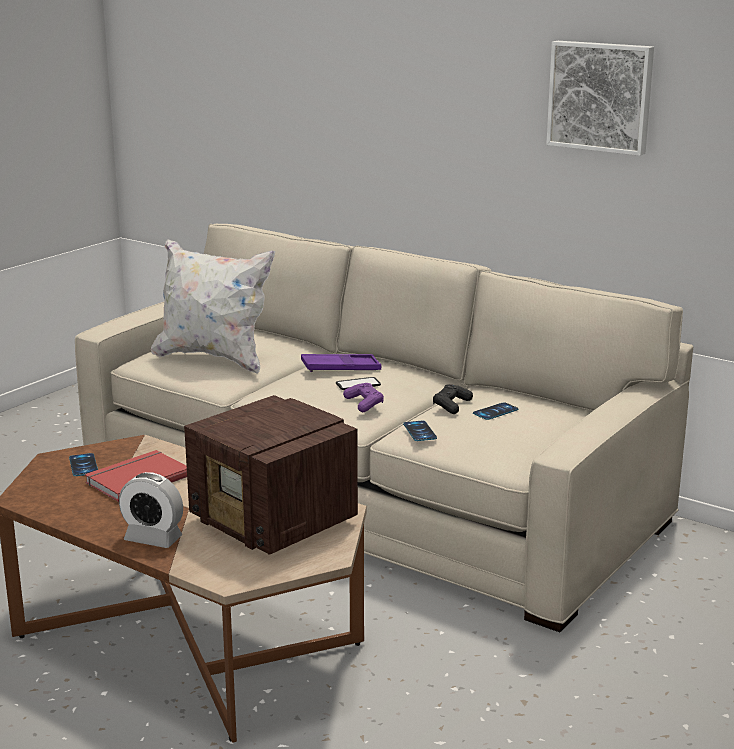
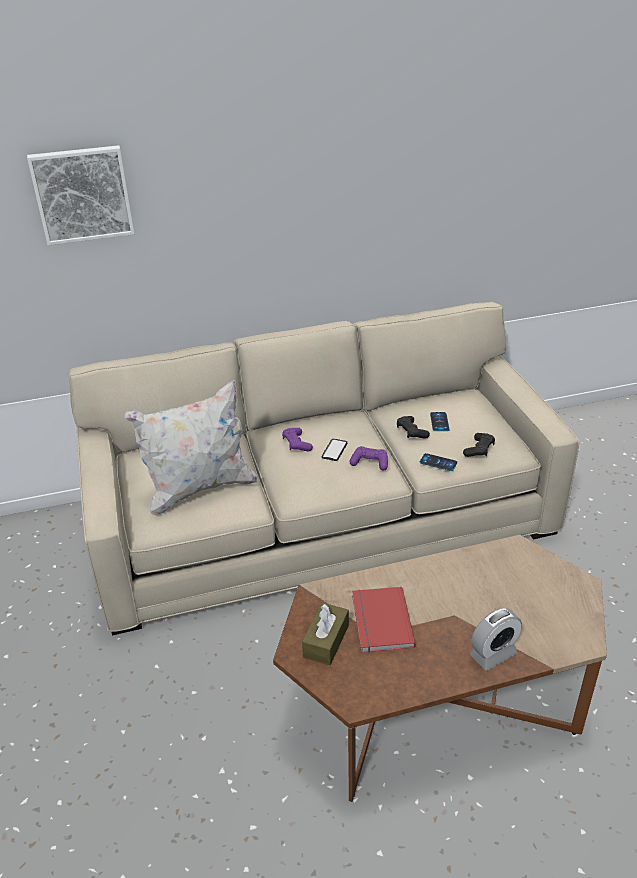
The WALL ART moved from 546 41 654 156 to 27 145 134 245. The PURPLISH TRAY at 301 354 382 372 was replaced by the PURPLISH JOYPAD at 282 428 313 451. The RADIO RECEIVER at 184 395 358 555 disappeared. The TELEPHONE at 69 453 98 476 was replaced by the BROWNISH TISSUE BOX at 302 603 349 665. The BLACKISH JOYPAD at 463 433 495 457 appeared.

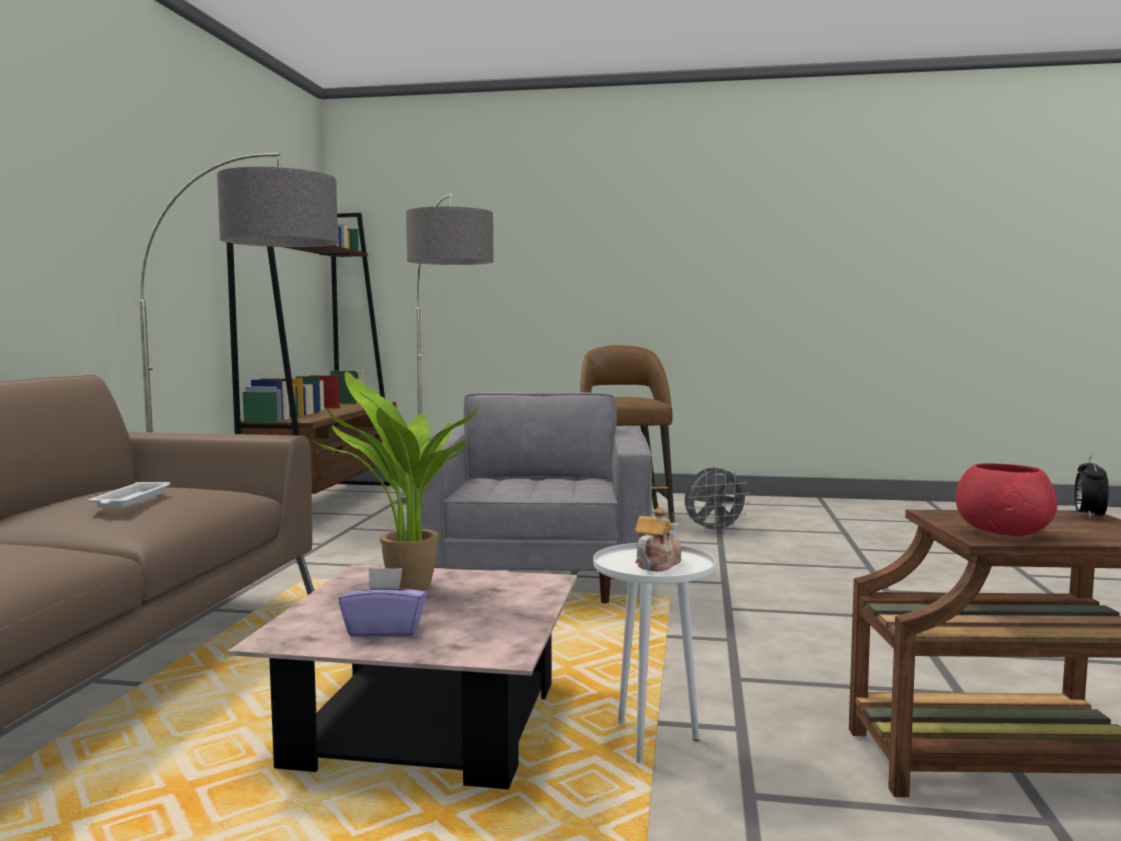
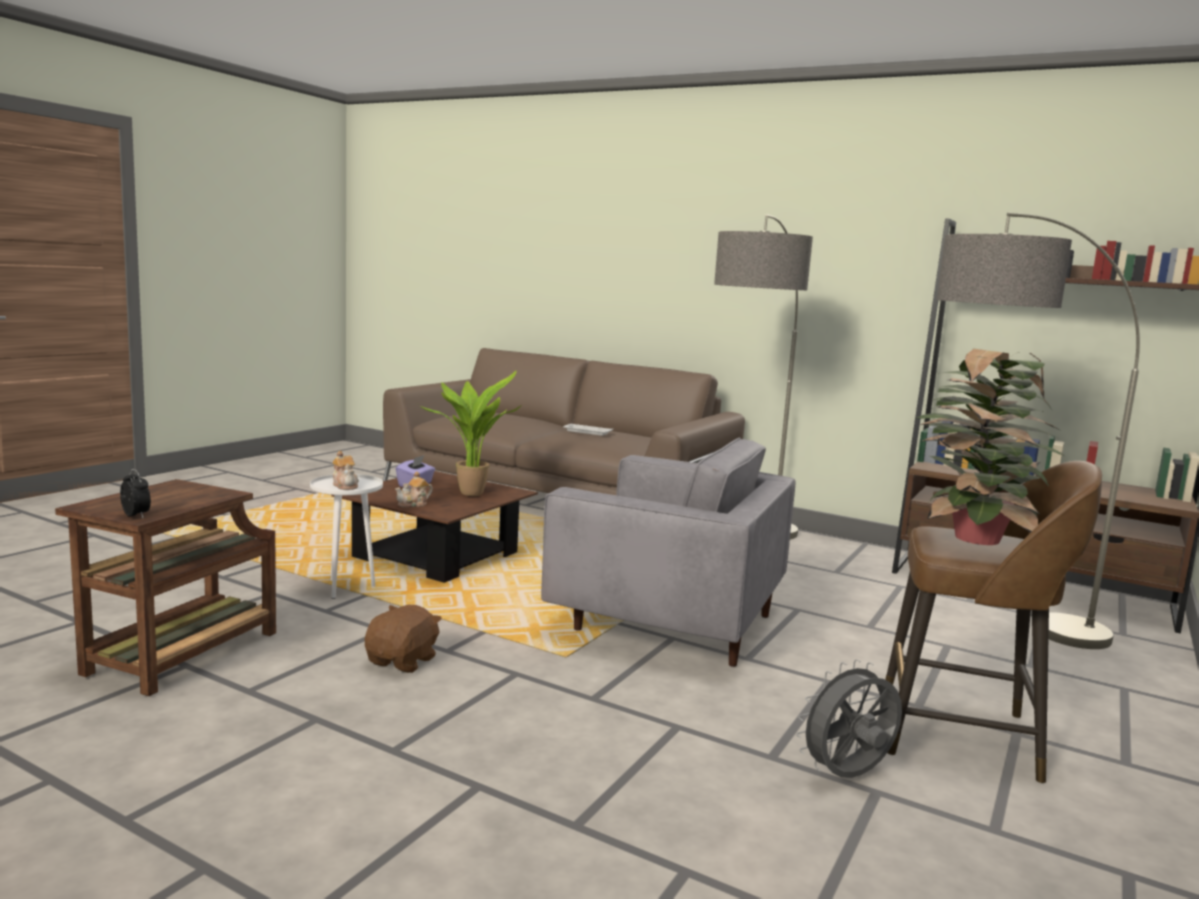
The REDDISH DEEP DISH at 955 463 1058 536 disappeared. The GREY FAN at 685 465 750 534 turned 60 degrees clockwise. The PINKISH LOUNGE TABLE at 228 564 577 789 became the BROWNISH LOUNGE TABLE at 331 471 538 583. The PLANT IN A POT at 917 349 1066 545 appeared. The TEA POT at 395 472 433 508 appeared. The BROWNISH CUDDLY TOY at 365 604 442 673 appeared.

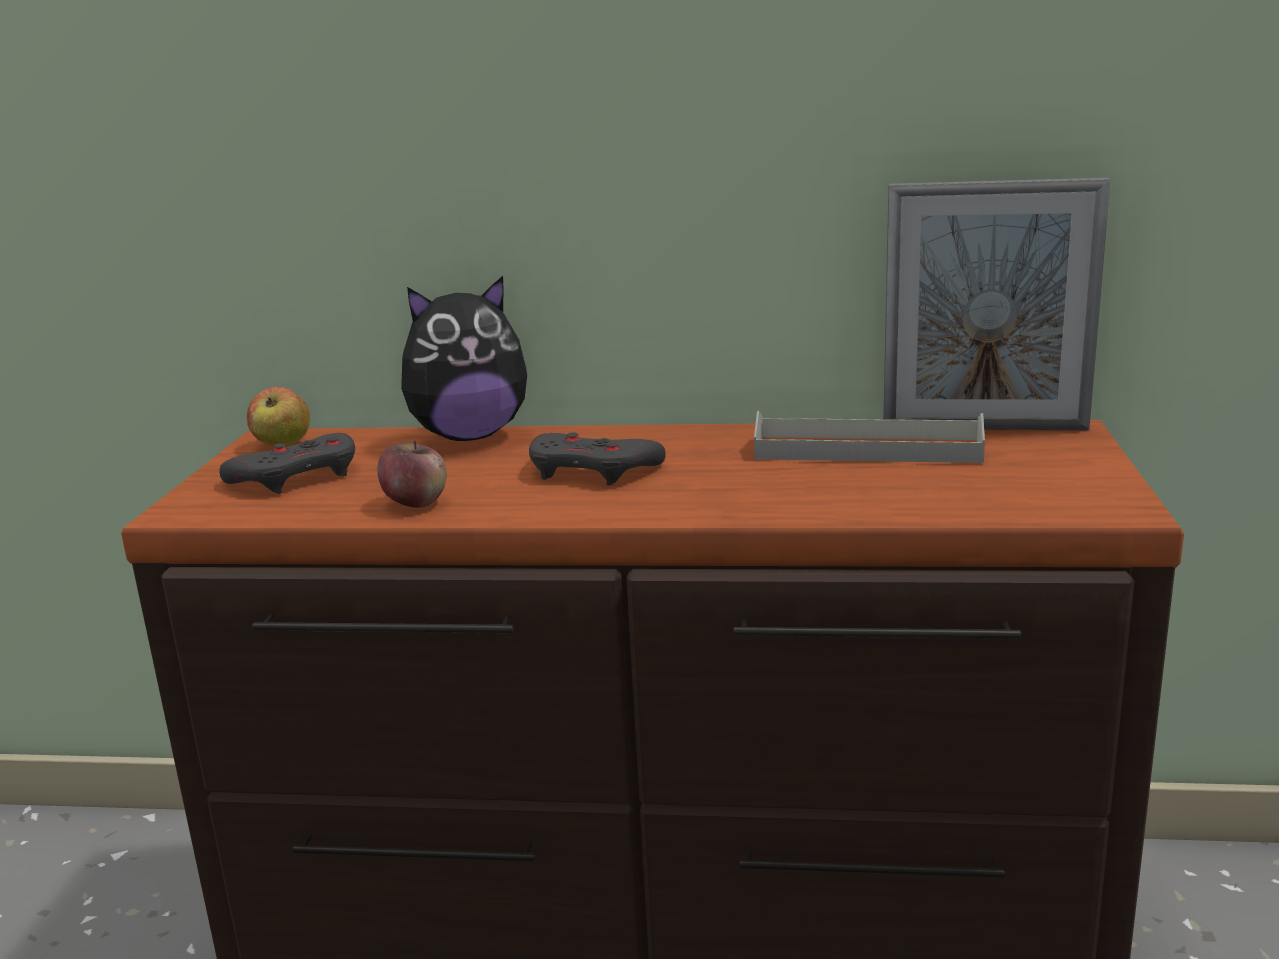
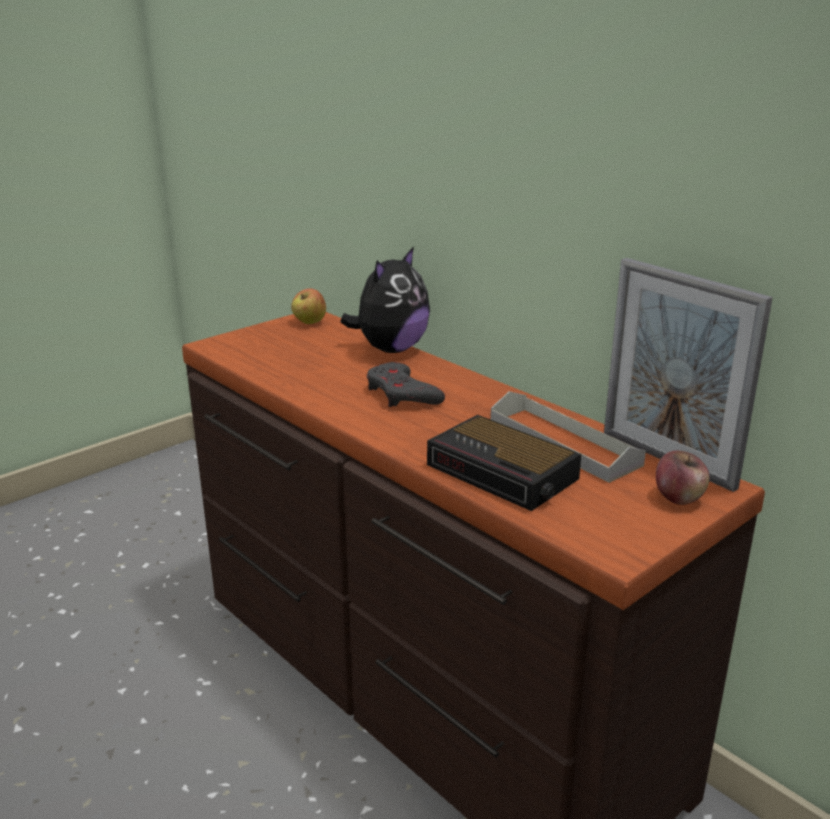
The CUDDLY TOY at 401 276 527 441 turned 75 degrees counterclockwise. The GREY JOYPAD at 219 433 355 494 disappeared. The WHOLE APPLE moved from 377 440 447 508 to 656 451 710 505. The TABLE CLOCK at 427 415 581 511 appeared.

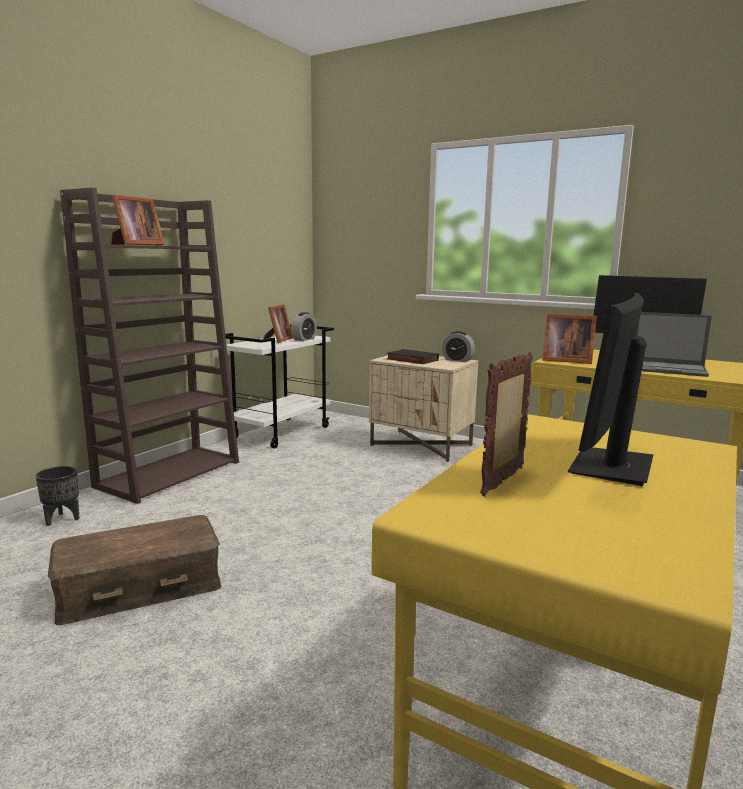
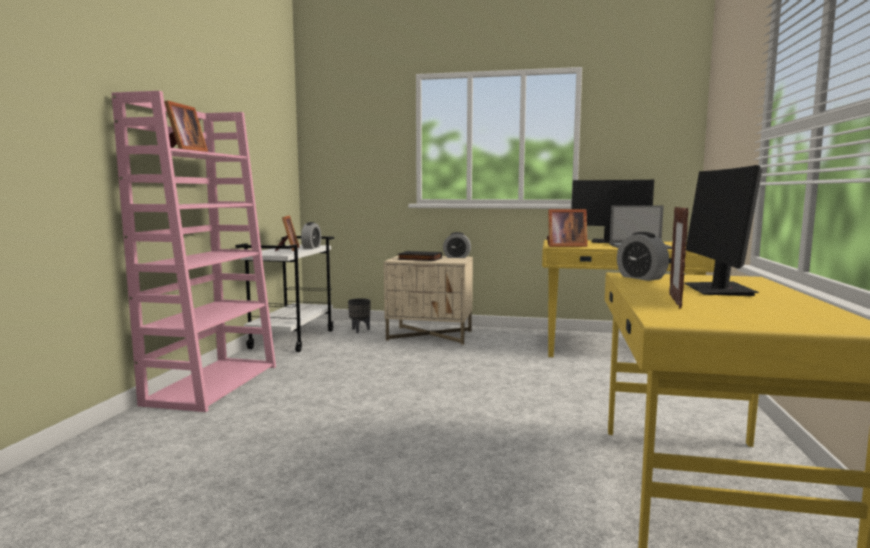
The BROWNISH BOOKSHELF at 60 187 239 504 became the PINKISH BOOKSHELF at 112 91 276 412. The BLACKISH PLANTER moved from 36 466 79 526 to 348 298 371 333. The BROWNISH STORAGE BIN at 48 515 221 625 disappeared. The TABLE CLOCK at 617 232 669 281 appeared.

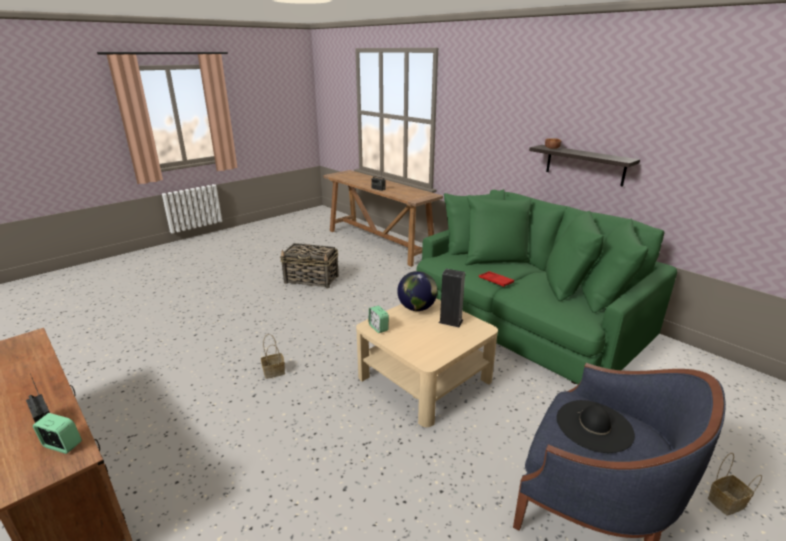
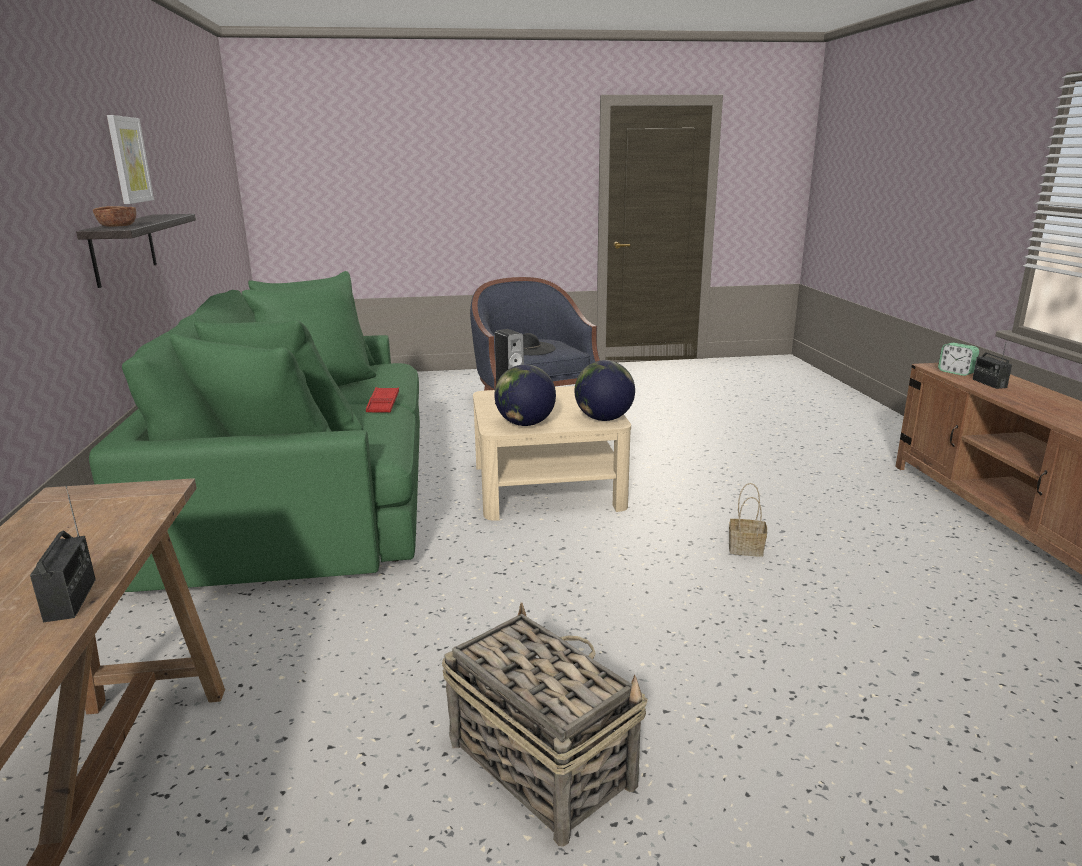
The TABLE CLOCK at 369 306 389 333 was replaced by the DESK GLOBE at 575 360 635 421. The BASKET at 708 453 762 515 disappeared. The WALL ART at 107 115 154 204 appeared.

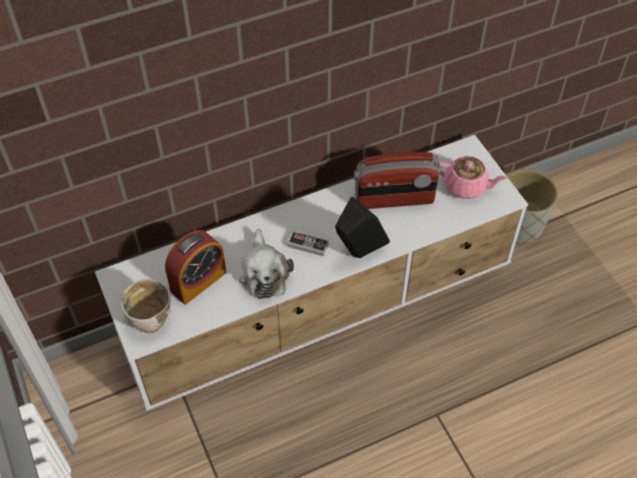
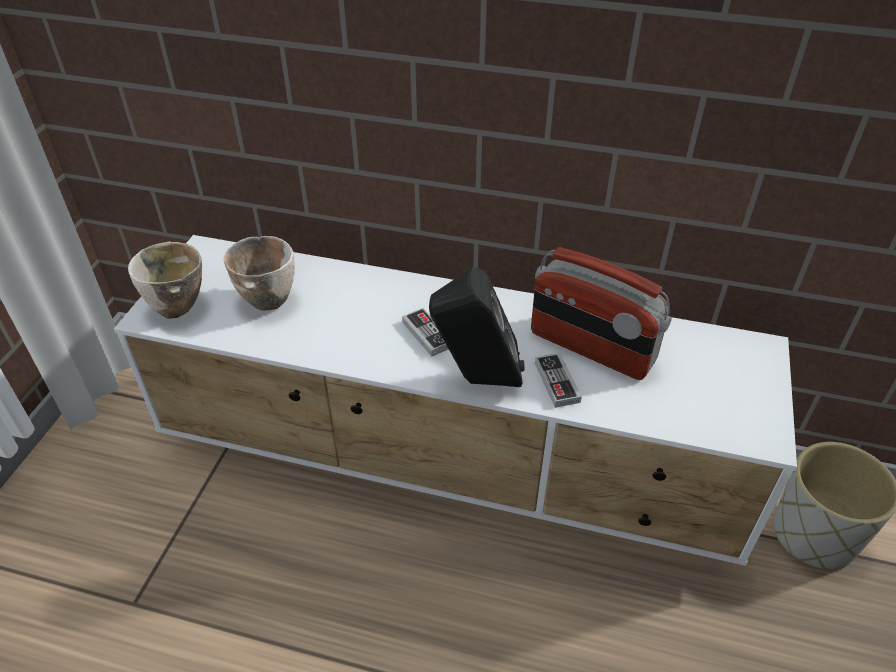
The PINKISH TEA POT at 436 156 507 199 disappeared. The CUDDLY TOY at 238 229 294 299 disappeared. The TABLE CLOCK at 165 230 227 305 was replaced by the DEEP DISH at 224 236 295 310. The JOYPAD at 535 353 582 408 appeared.

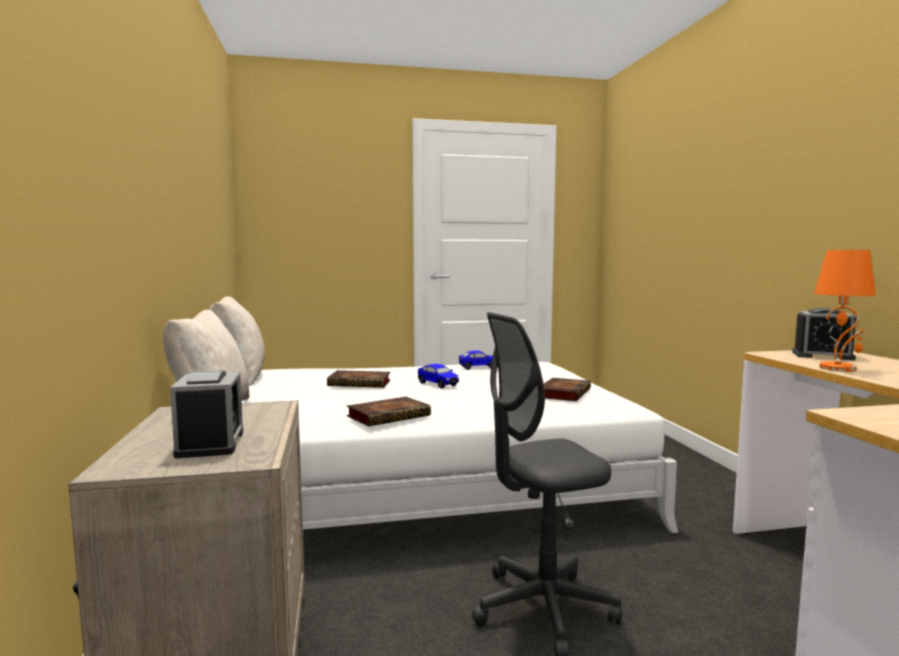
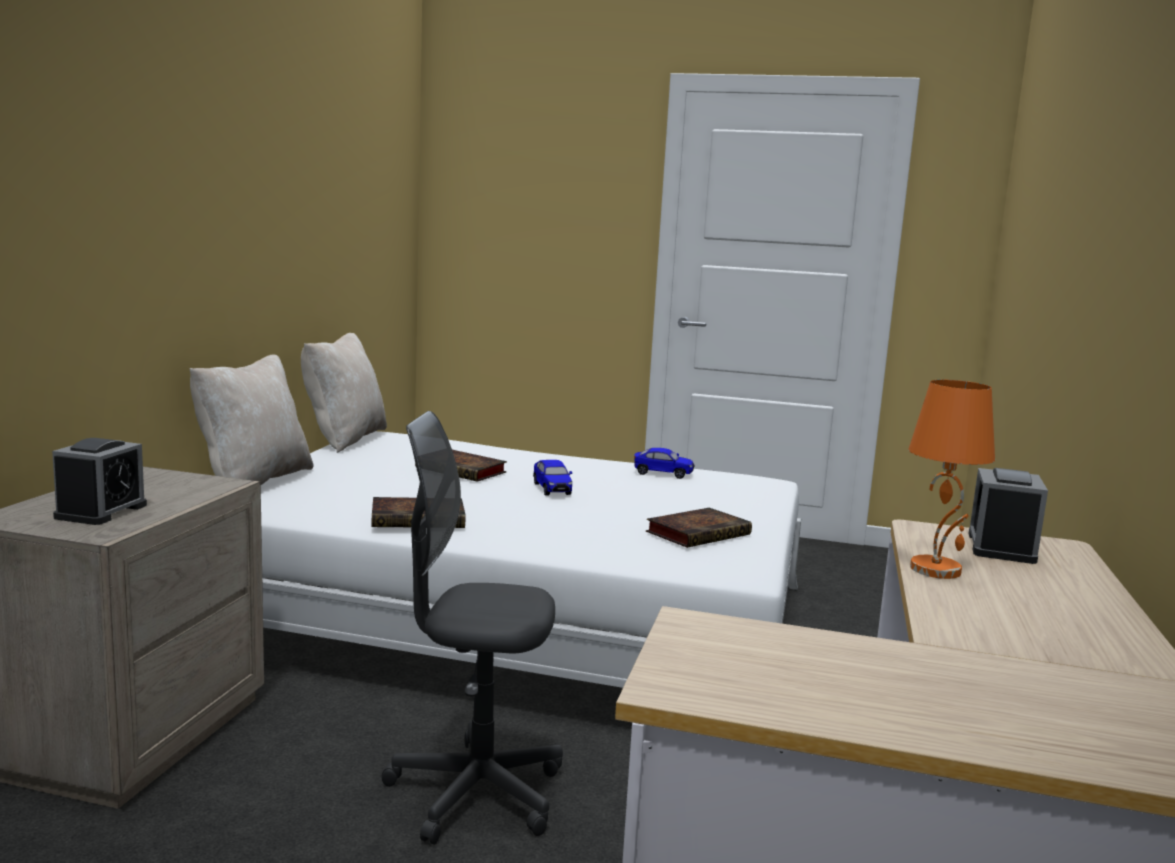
The TABLE CLOCK at 792 308 856 360 turned 60 degrees clockwise.

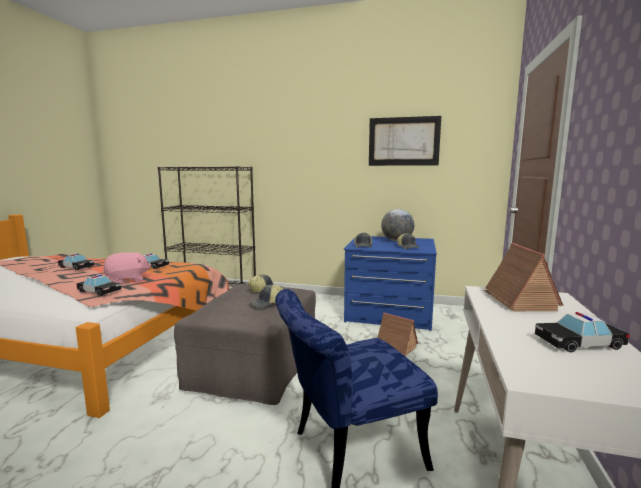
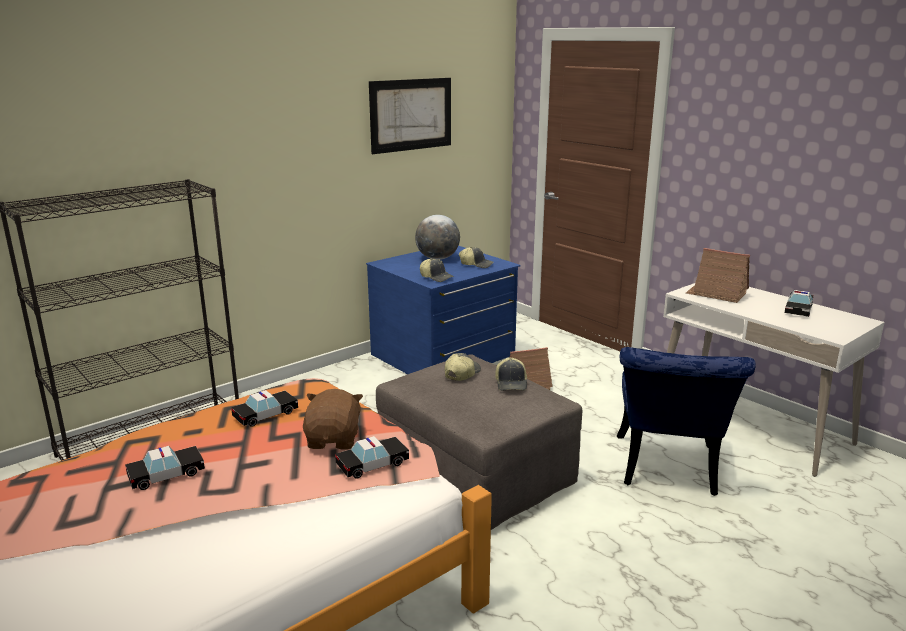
The PINKISH CUDDLY TOY at 103 252 151 284 became the BROWNISH CUDDLY TOY at 303 389 363 450.

